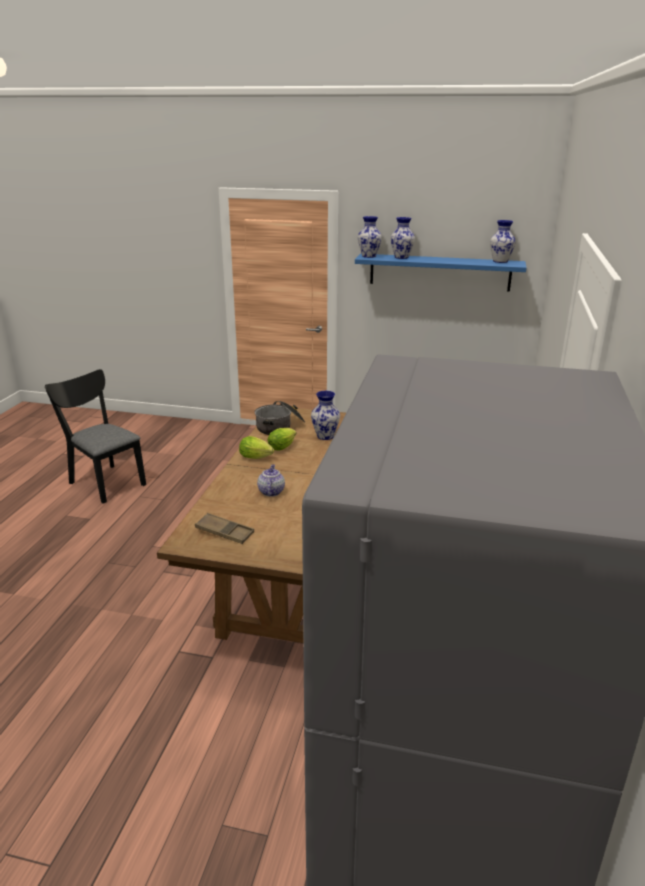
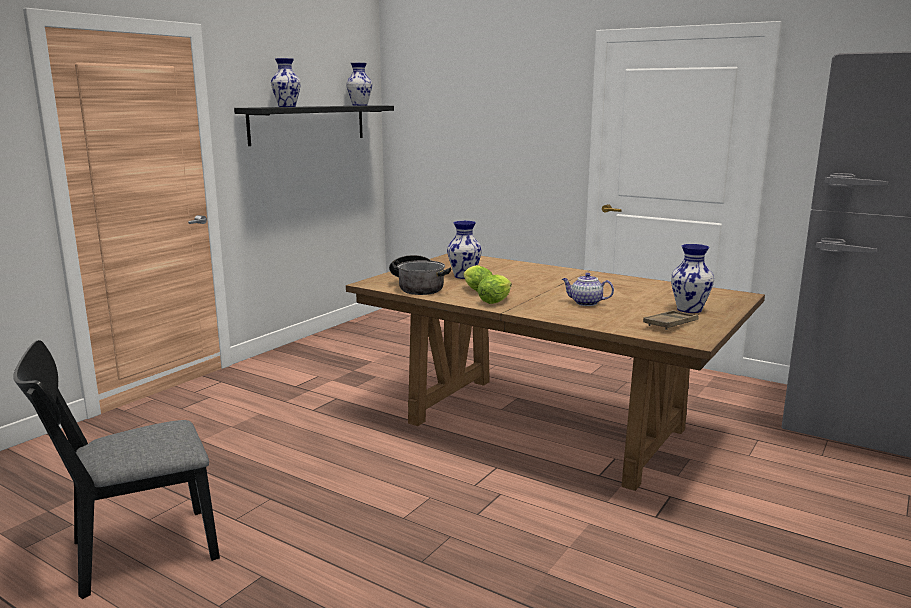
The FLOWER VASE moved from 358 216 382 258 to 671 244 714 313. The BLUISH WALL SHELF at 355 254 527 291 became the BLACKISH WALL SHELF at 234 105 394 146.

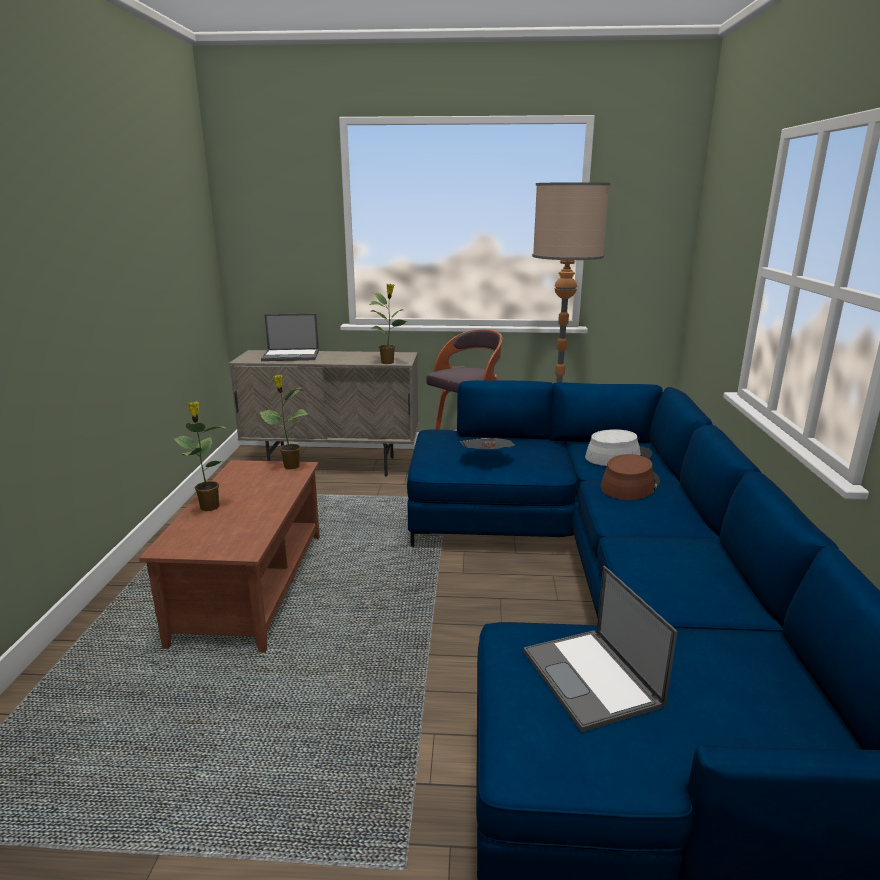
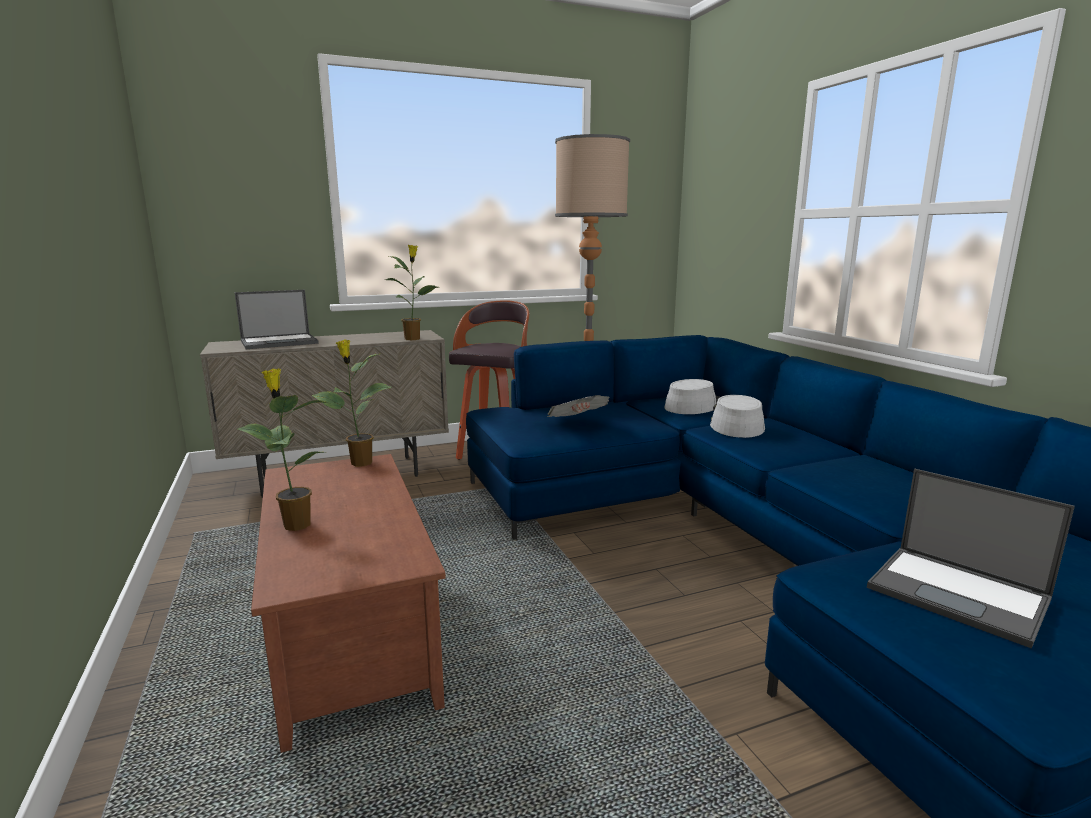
The BROWNISH HAT at 601 454 660 500 became the GREY HAT at 710 395 765 438.

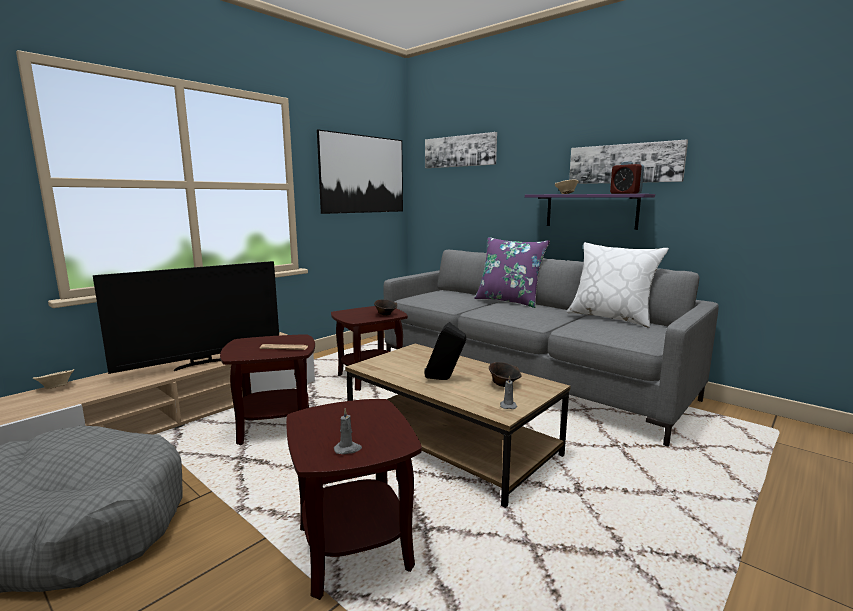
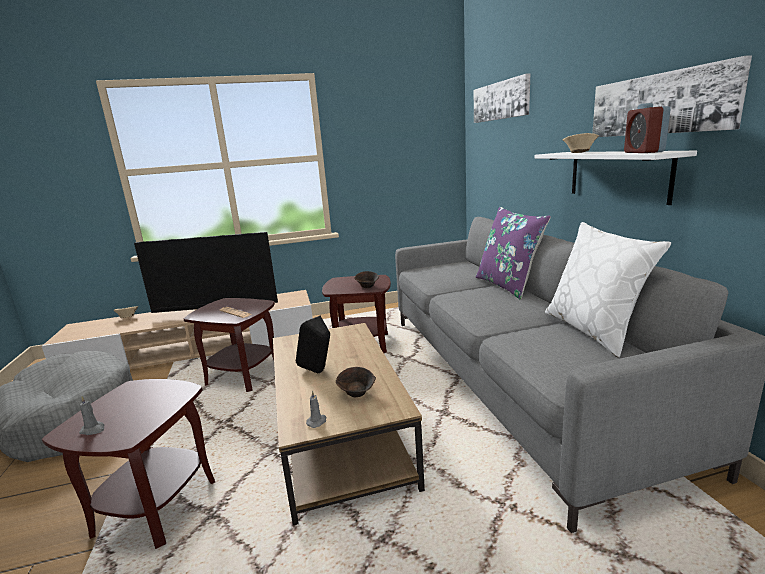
The WALL ART at 317 129 403 214 disappeared. The PURPLISH WALL SHELF at 525 194 655 230 became the WHITE WALL SHELF at 535 151 697 205.

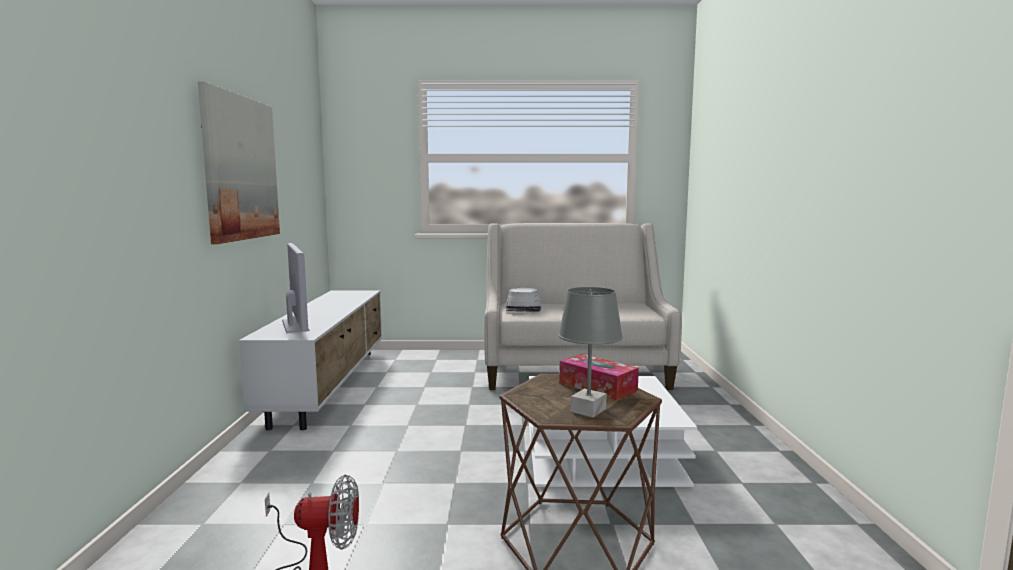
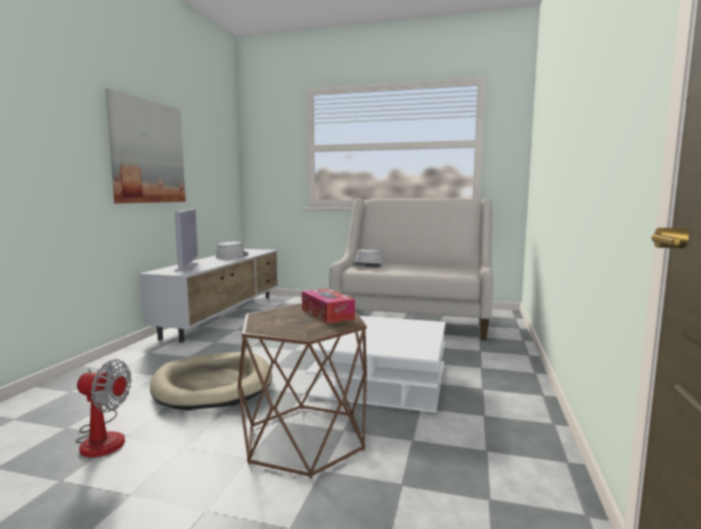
The GREY TABLETOP LAMP at 558 287 623 418 disappeared. The GREY HAT at 216 241 248 259 appeared. The BEIGE PET BED at 150 352 273 410 appeared.

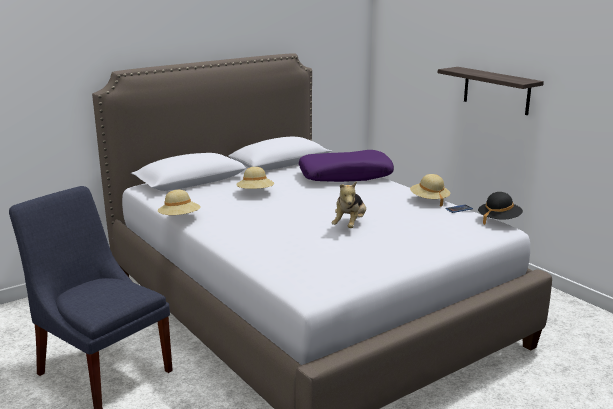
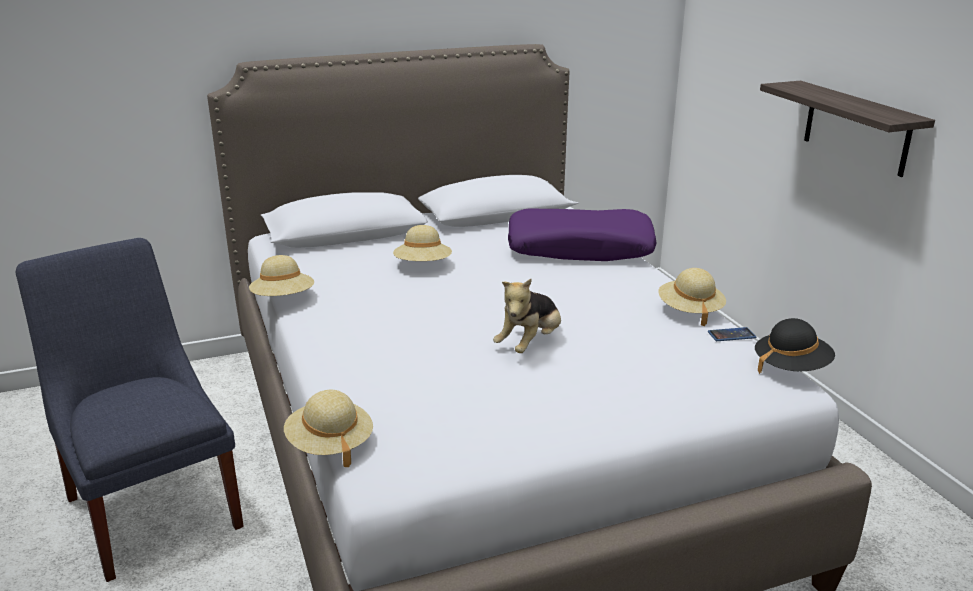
The BEIGE HAT at 284 390 373 467 appeared.

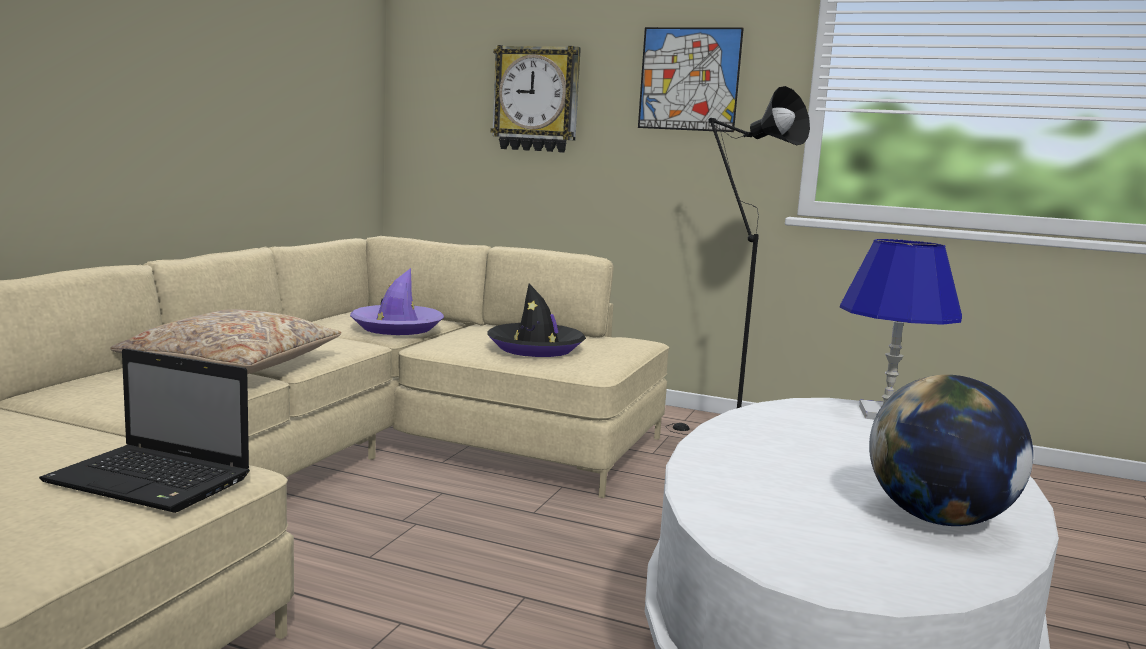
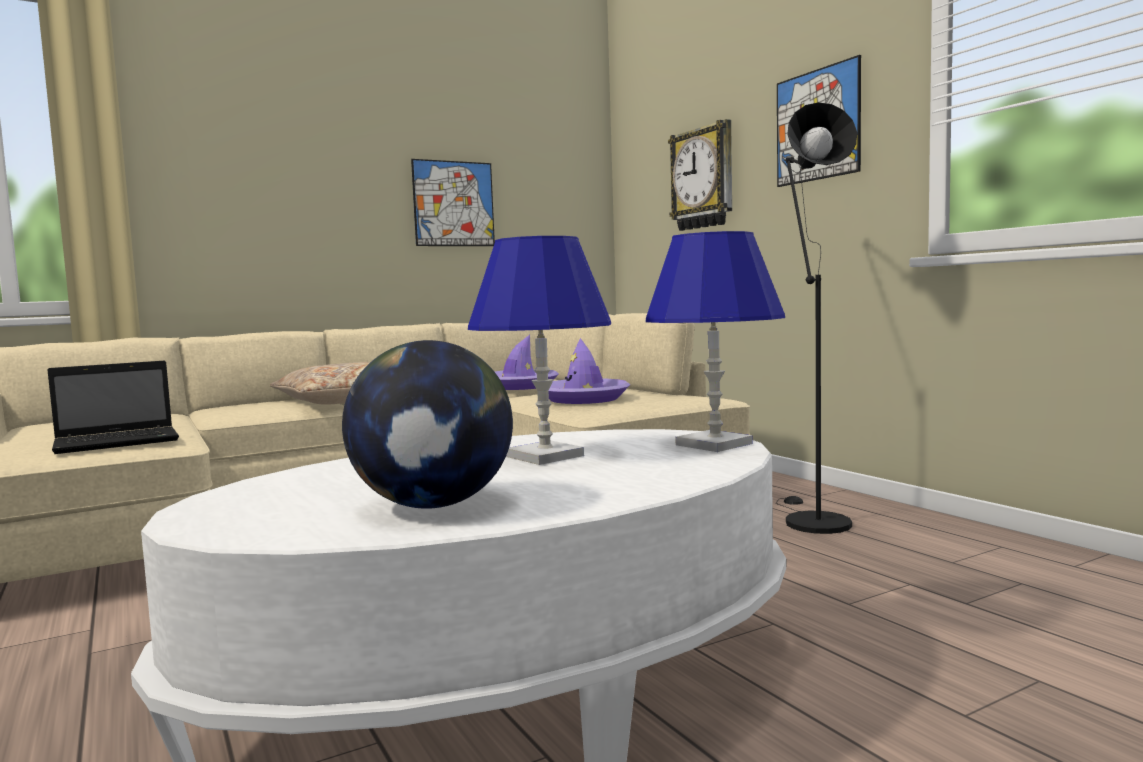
The BLACKISH HAT at 487 284 586 357 became the PURPLISH HAT at 548 338 630 404. The LAPTOP at 39 348 250 513 turned 90 degrees counterclockwise. The WALL ART at 411 159 495 246 appeared. The BLUISH TABLETOP LAMP at 468 236 611 465 appeared.

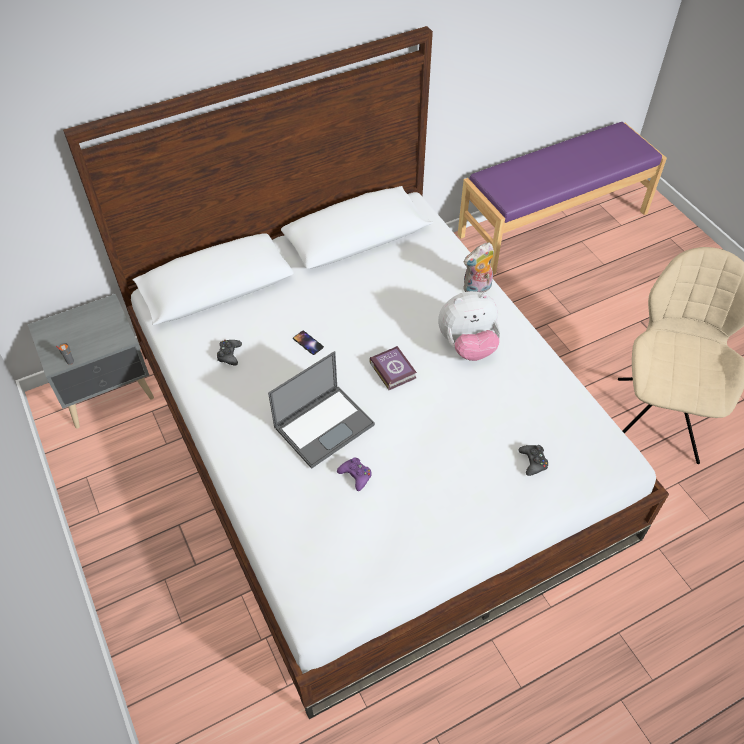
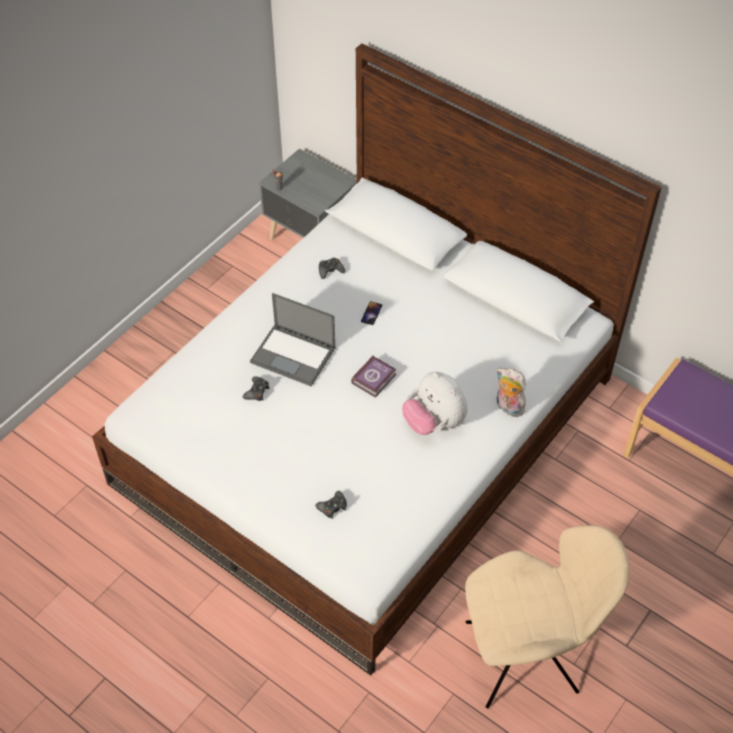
The PURPLISH JOYPAD at 337 457 372 491 became the BLACKISH JOYPAD at 243 376 270 401.

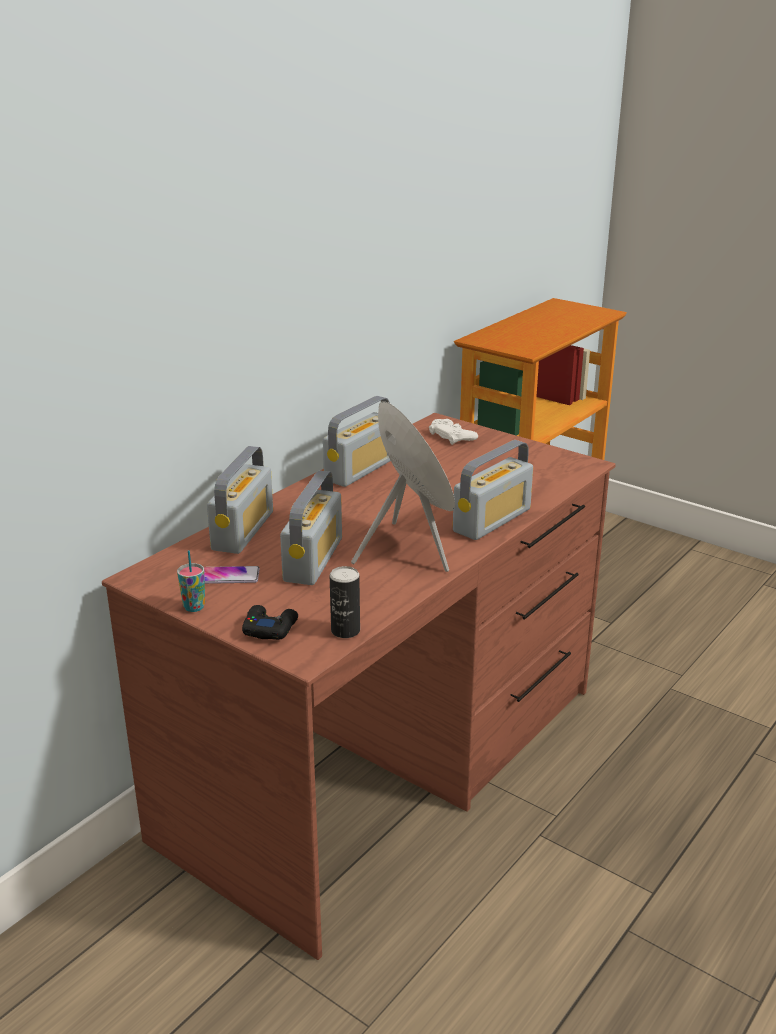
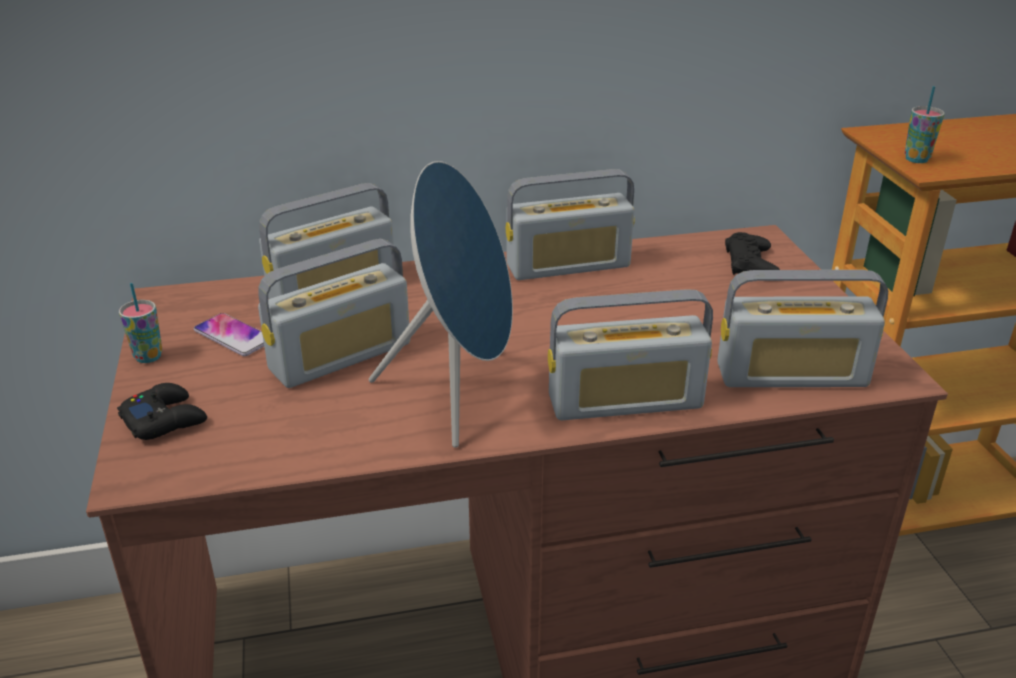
The WHITE JOYPAD at 429 419 478 445 became the BLACKISH JOYPAD at 725 232 780 275. The METAL CAN at 330 566 360 638 disappeared. The SMALL CUP at 904 86 945 163 appeared. The RADIO RECEIVER at 717 270 888 387 appeared.

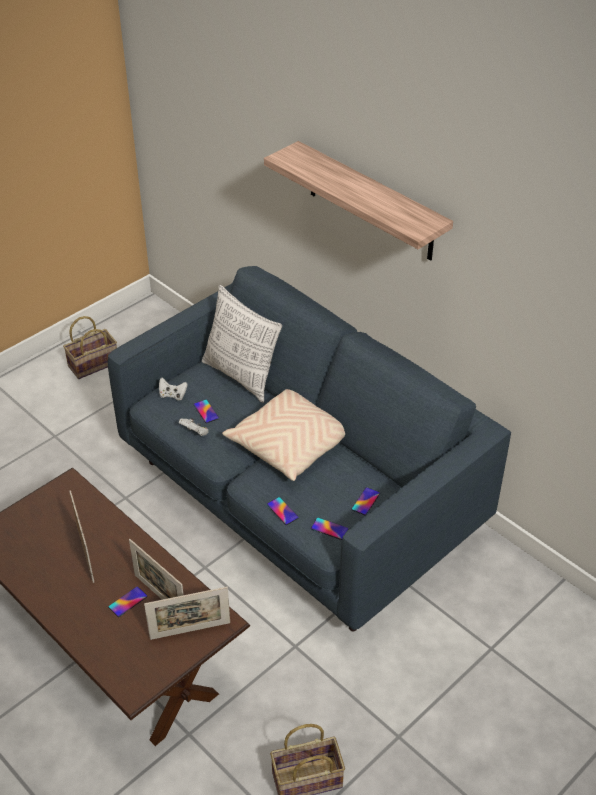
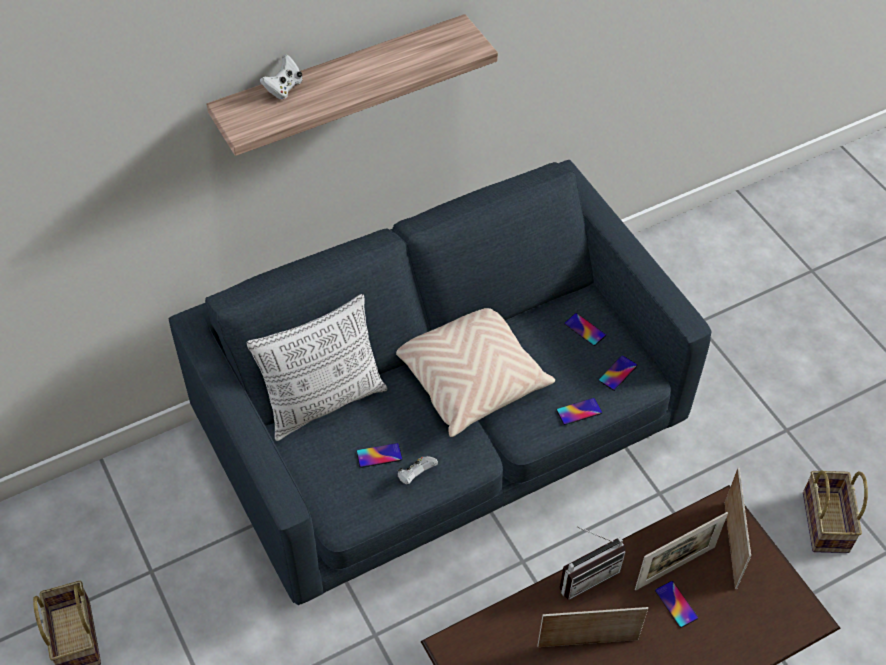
The WHITE JOYPAD moved from 159 378 187 401 to 260 54 302 99. The RADIO RECEIVER at 560 527 626 600 appeared.

